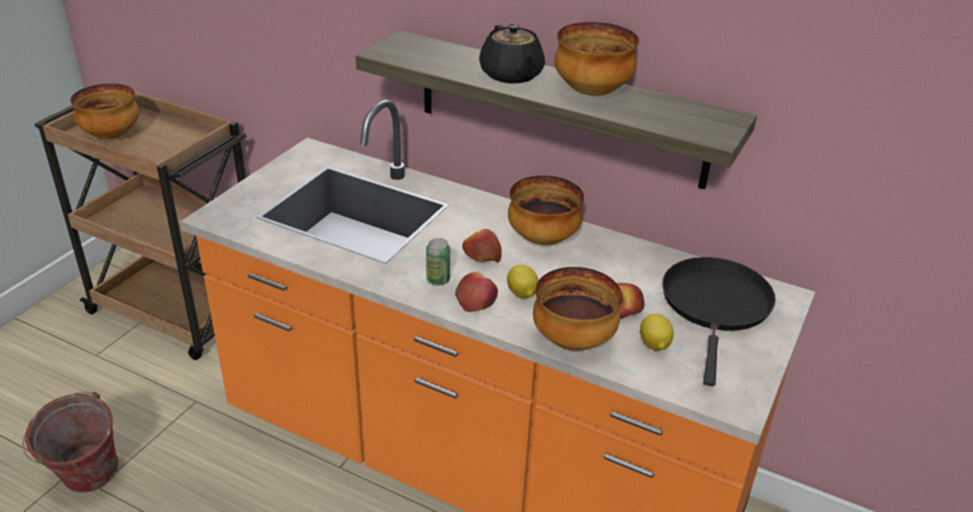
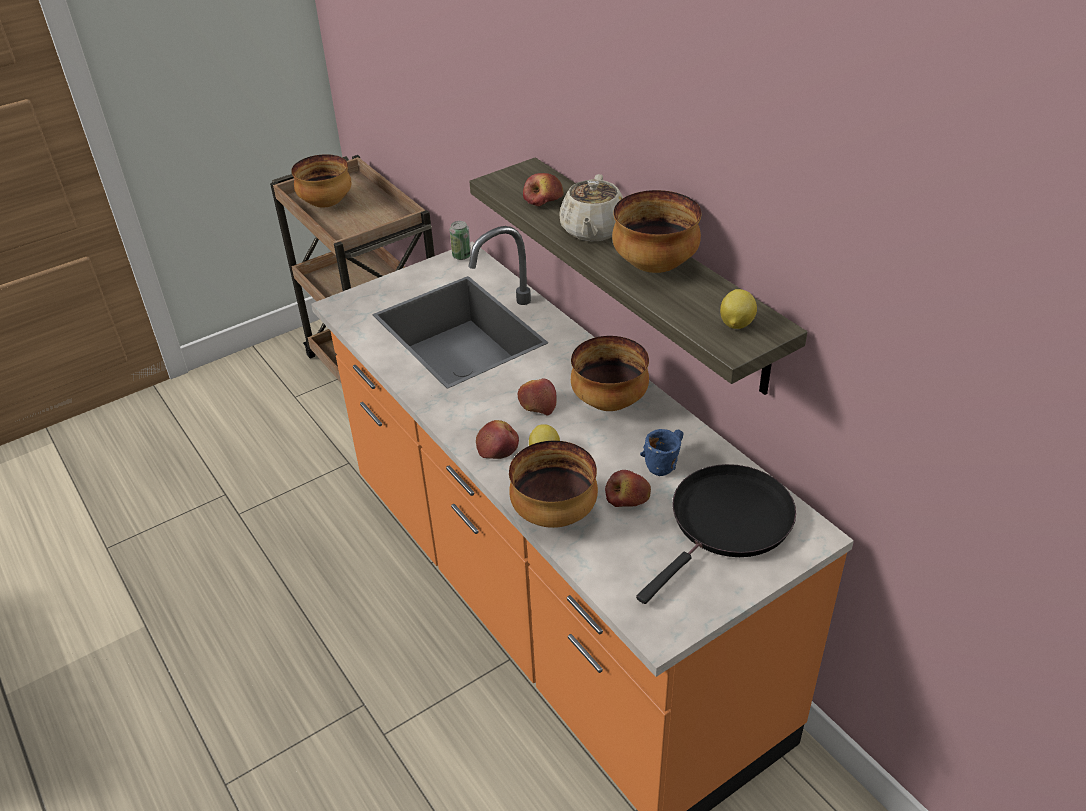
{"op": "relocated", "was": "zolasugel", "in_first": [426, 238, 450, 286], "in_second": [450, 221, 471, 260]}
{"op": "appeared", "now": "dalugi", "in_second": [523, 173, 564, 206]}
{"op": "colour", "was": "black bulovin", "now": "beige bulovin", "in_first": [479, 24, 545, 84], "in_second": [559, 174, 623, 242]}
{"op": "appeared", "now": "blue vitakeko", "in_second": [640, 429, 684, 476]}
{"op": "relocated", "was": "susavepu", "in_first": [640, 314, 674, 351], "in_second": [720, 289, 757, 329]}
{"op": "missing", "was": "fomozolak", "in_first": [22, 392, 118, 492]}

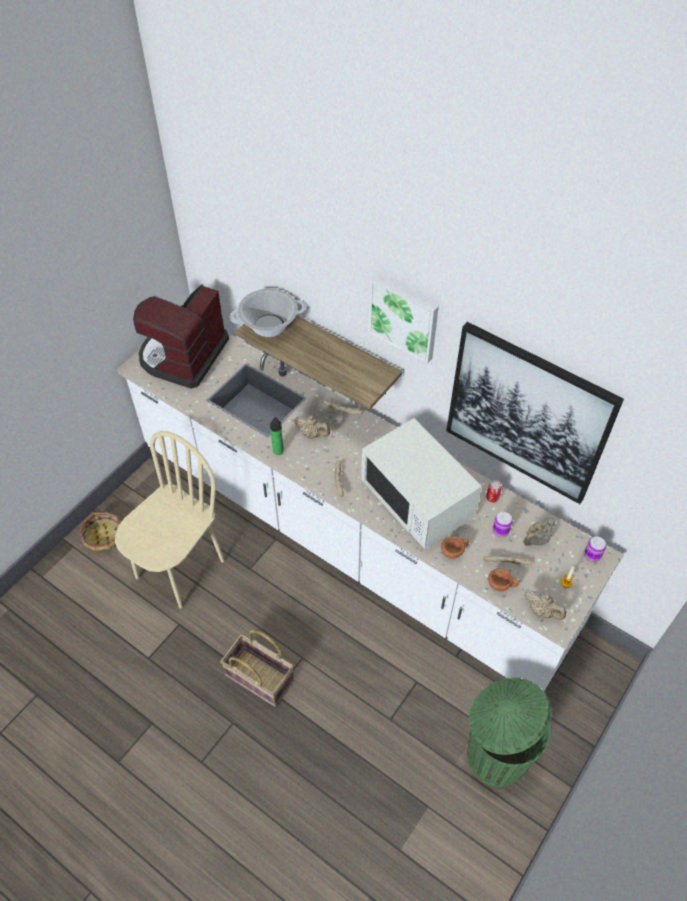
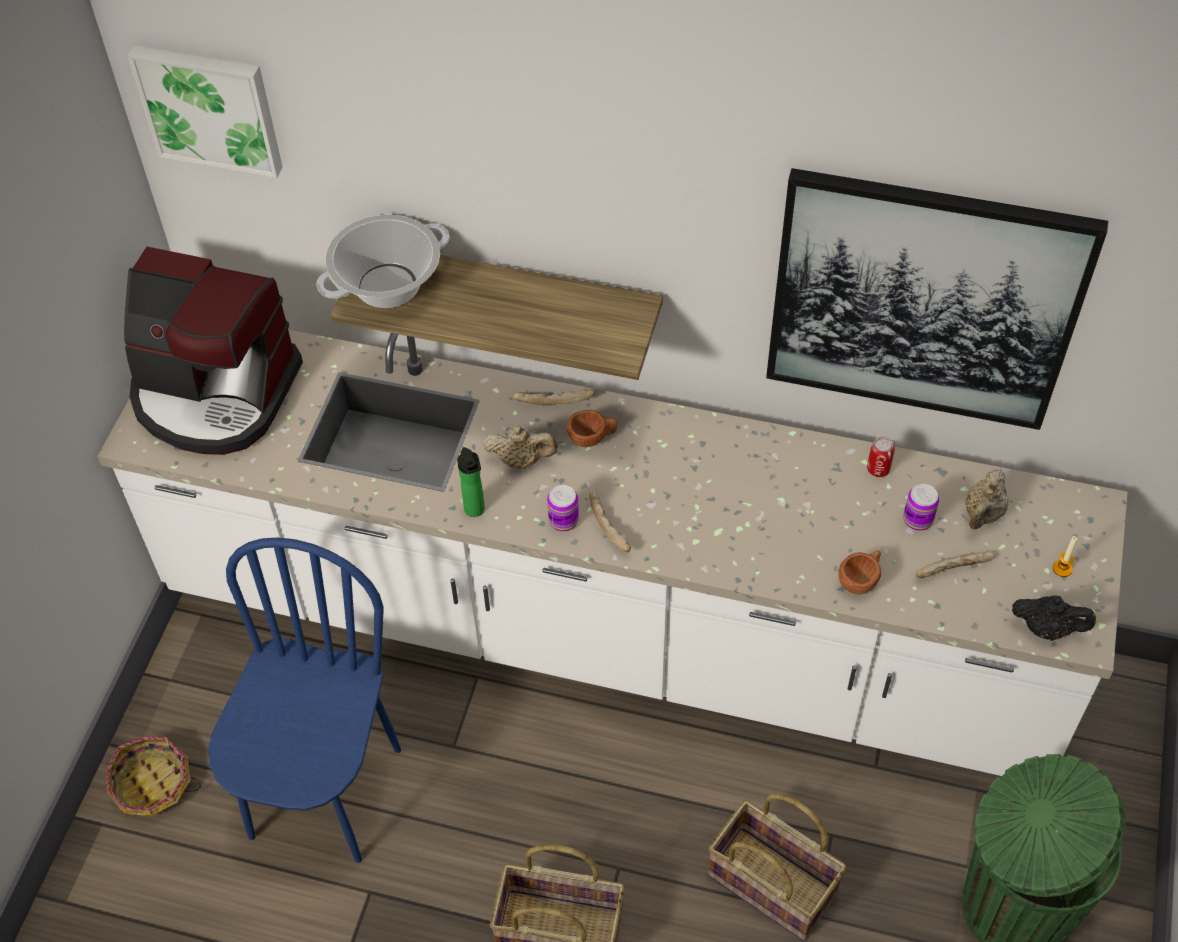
{"op": "spun", "was": "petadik", "in_first": [133, 285, 229, 389], "in_second": [124, 247, 303, 455], "clockwise": -75}
{"op": "relocated", "was": "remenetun", "in_first": [368, 275, 439, 364], "in_second": [127, 45, 283, 178]}
{"op": "colour", "was": "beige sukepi", "now": "blue sukepi", "in_first": [115, 431, 224, 608], "in_second": [209, 538, 401, 863]}
{"op": "relocated", "was": "zolasugel", "in_first": [584, 537, 606, 562], "in_second": [547, 485, 579, 531]}
{"op": "relocated", "was": "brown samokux", "in_first": [488, 568, 520, 591], "in_second": [567, 410, 618, 447]}
{"op": "appeared", "now": "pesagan", "in_second": [708, 793, 847, 941]}
{"op": "colour", "was": "beige bulovin", "now": "black bulovin", "in_first": [524, 590, 566, 620], "in_second": [1012, 596, 1096, 641]}
{"op": "missing", "was": "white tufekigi", "in_first": [361, 418, 482, 550]}

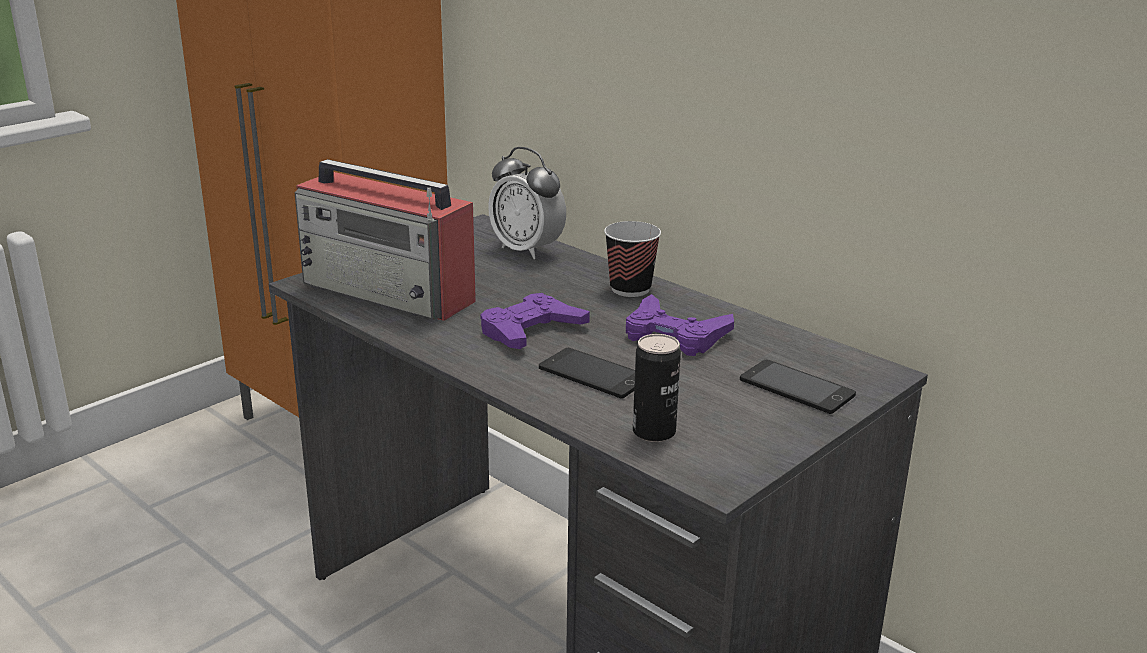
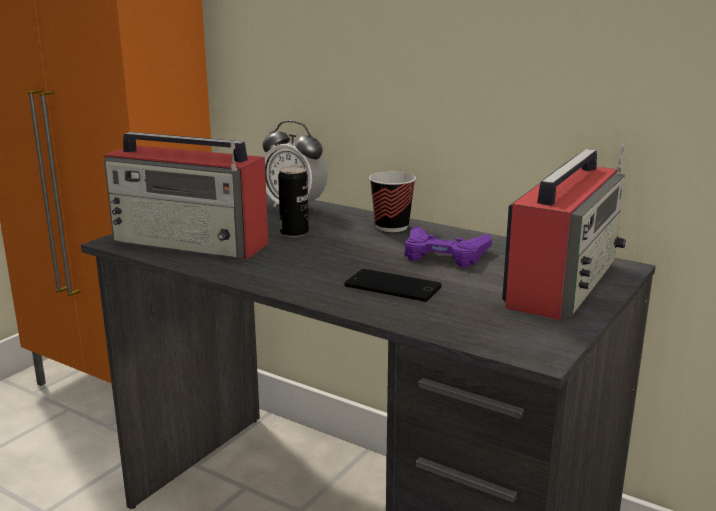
{"op": "relocated", "was": "zolasugel", "in_first": [633, 334, 681, 442], "in_second": [278, 166, 309, 237]}
{"op": "exchanged", "was": "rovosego", "now": "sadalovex", "in_first": [740, 359, 856, 414], "in_second": [502, 144, 626, 320]}
{"op": "missing", "was": "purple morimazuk", "in_first": [481, 293, 590, 349]}

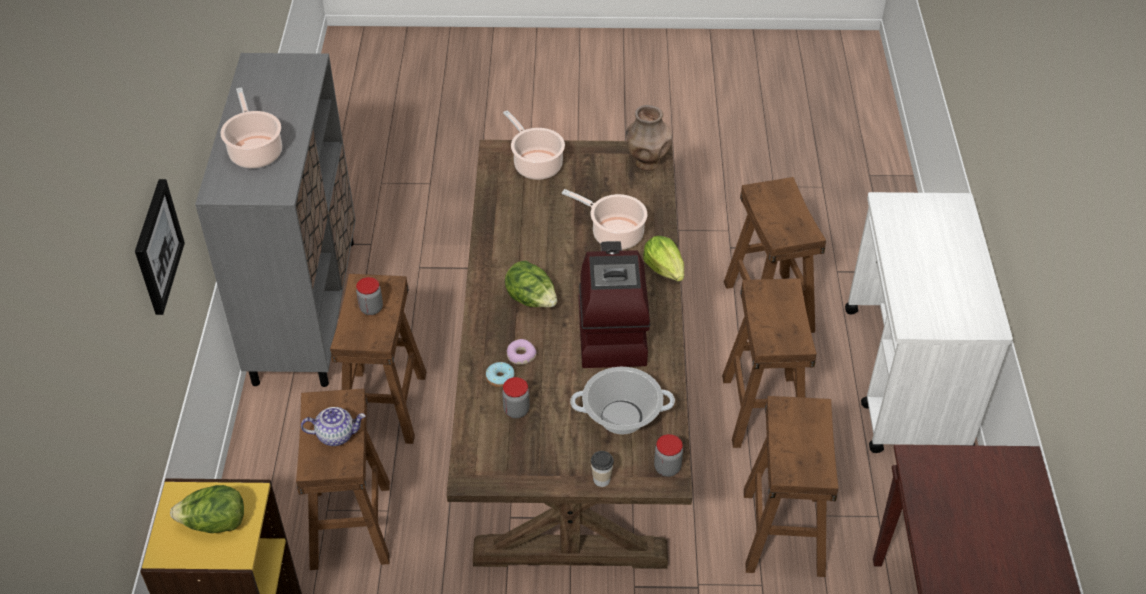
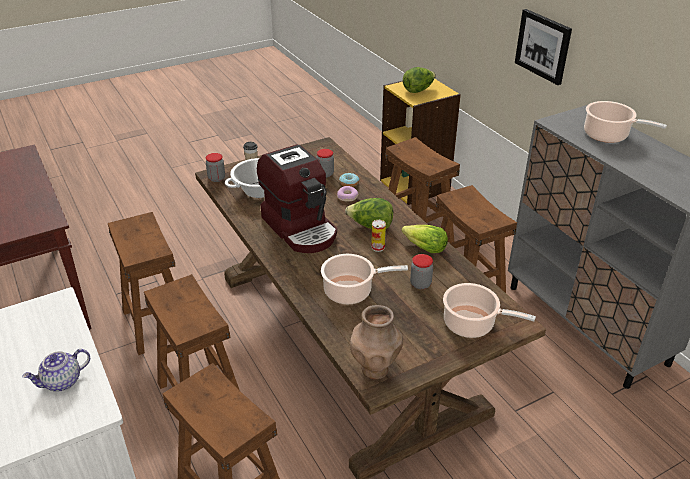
{"op": "relocated", "was": "bulovin", "in_first": [301, 407, 366, 446], "in_second": [22, 349, 90, 391]}
{"op": "appeared", "now": "zolasugel", "in_second": [371, 220, 386, 252]}
{"op": "relocated", "was": "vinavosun", "in_first": [643, 236, 684, 282], "in_second": [401, 225, 448, 253]}
{"op": "relocated", "was": "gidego", "in_first": [356, 277, 383, 315], "in_second": [410, 254, 433, 289]}

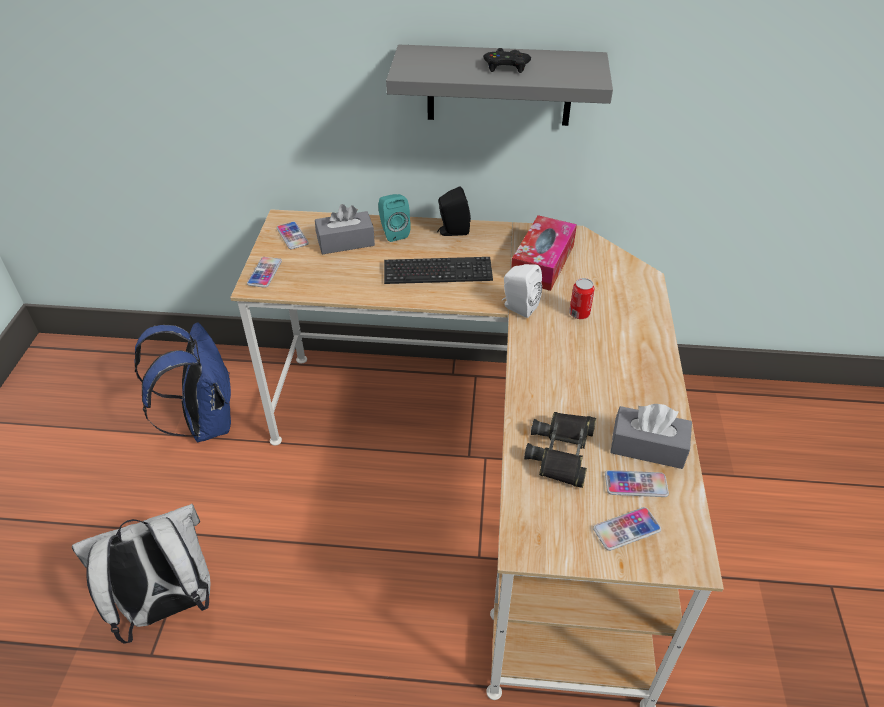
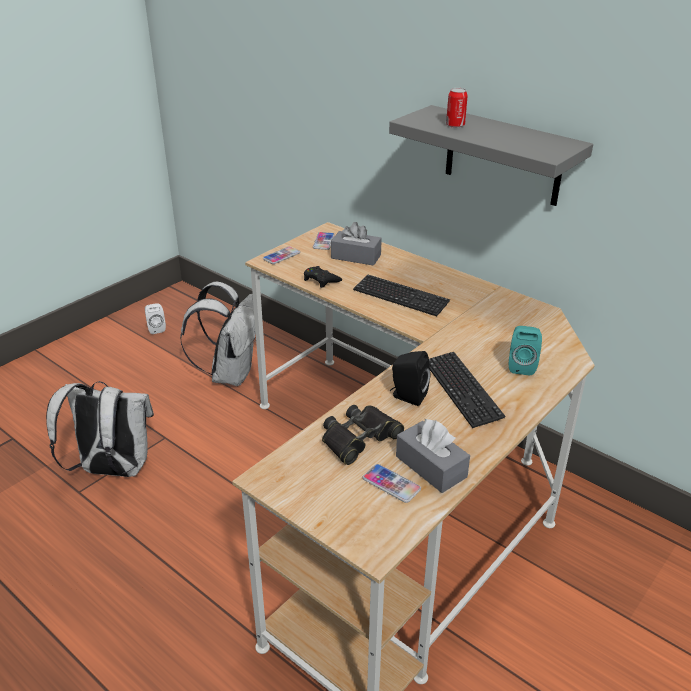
{"op": "relocated", "was": "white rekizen", "in_first": [502, 264, 542, 318], "in_second": [145, 303, 166, 334]}
{"op": "colour", "was": "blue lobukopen", "now": "white lobukopen", "in_first": [134, 322, 231, 443], "in_second": [180, 282, 256, 386]}
{"op": "relocated", "was": "black morimazuk", "in_first": [483, 48, 531, 73], "in_second": [304, 266, 342, 288]}
{"op": "relocated", "was": "black rekizen", "in_first": [437, 186, 471, 236], "in_second": [390, 351, 430, 406]}
{"op": "appeared", "now": "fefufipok", "in_second": [429, 352, 506, 428]}
{"op": "relocated", "was": "zolasugel", "in_first": [569, 278, 595, 319], "in_second": [446, 88, 468, 128]}
{"op": "relocated", "was": "turquoise rekizen", "in_first": [378, 194, 411, 242], "in_second": [509, 326, 542, 376]}
{"op": "missing", "was": "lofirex", "in_first": [511, 215, 577, 291]}
{"op": "missing", "was": "rovosego", "in_first": [593, 507, 661, 551]}

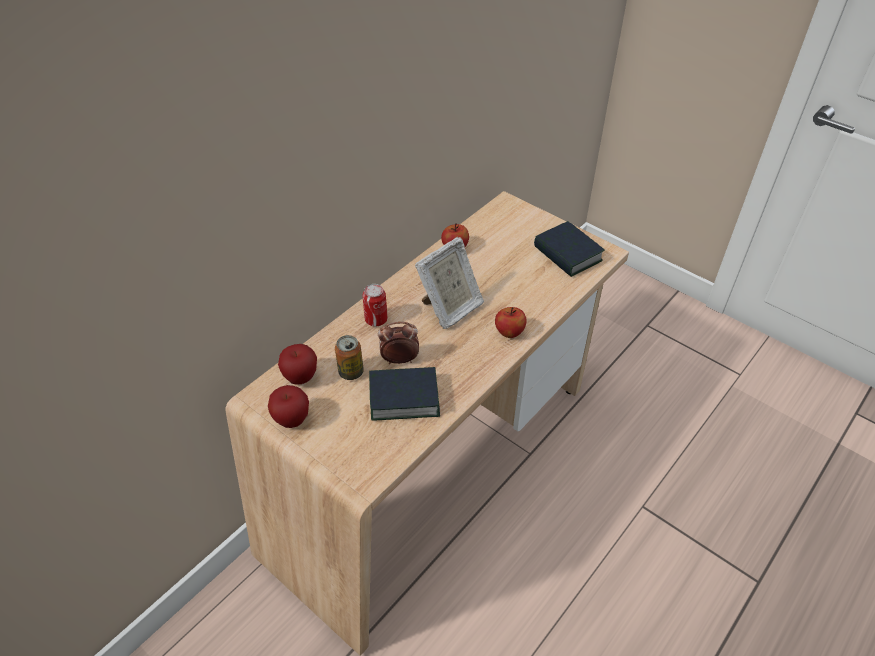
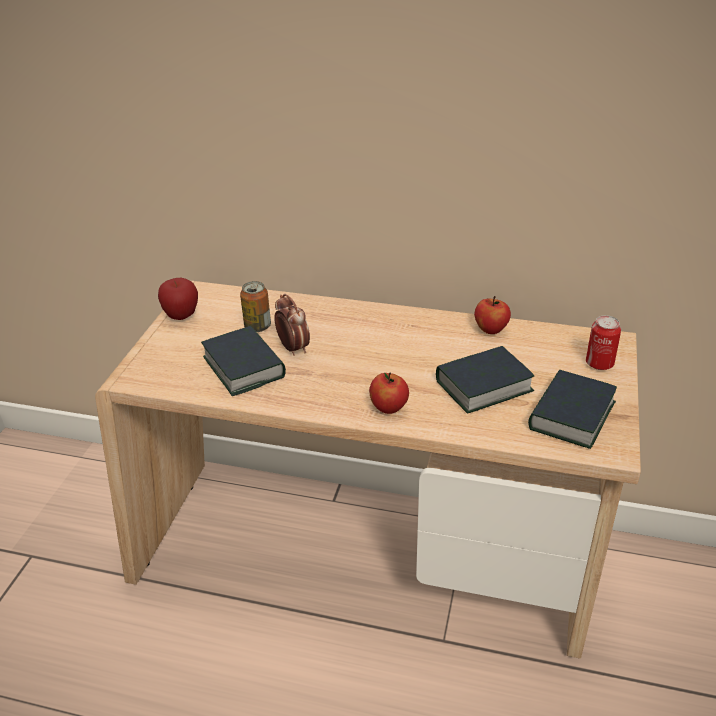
{"op": "appeared", "now": "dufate", "in_second": [436, 346, 534, 413]}
{"op": "relocated", "was": "zolasugel", "in_first": [363, 284, 387, 326], "in_second": [586, 315, 621, 370]}
{"op": "missing", "was": "dalugi", "in_first": [278, 344, 317, 385]}
{"op": "missing", "was": "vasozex", "in_first": [415, 237, 484, 329]}

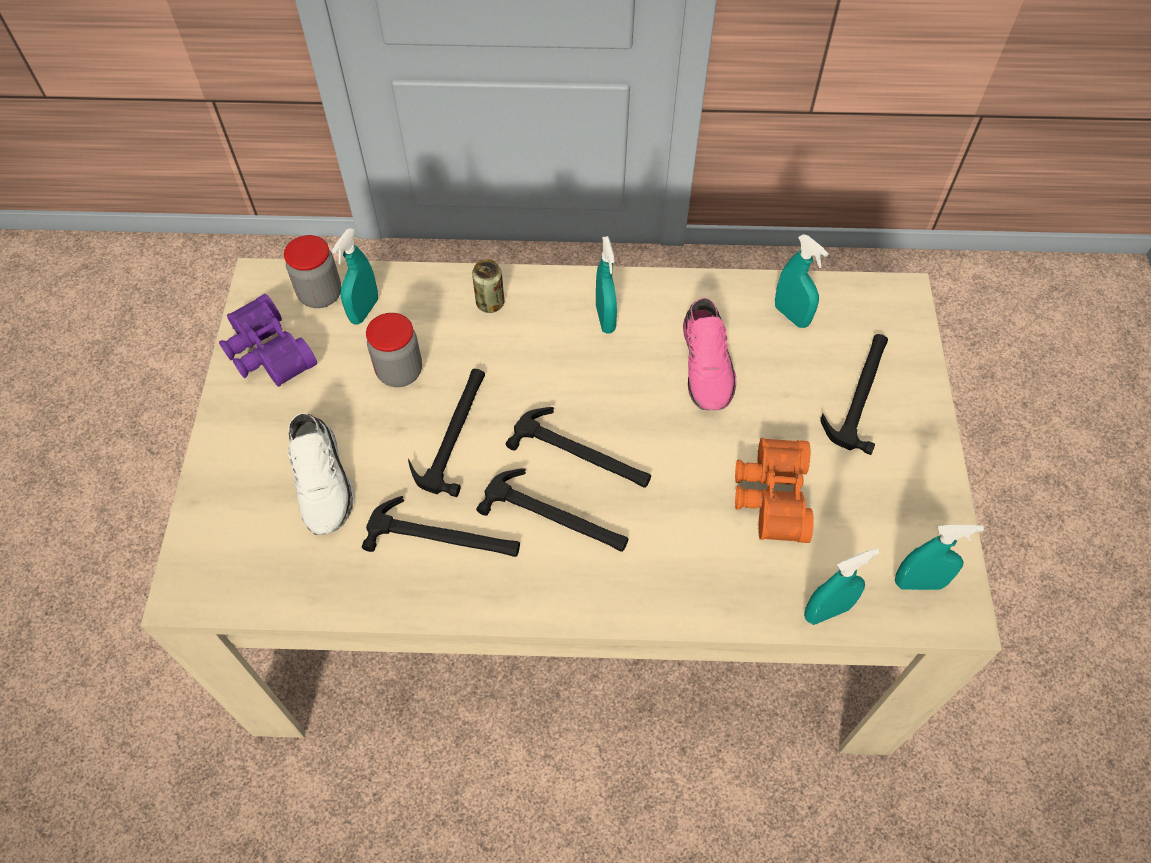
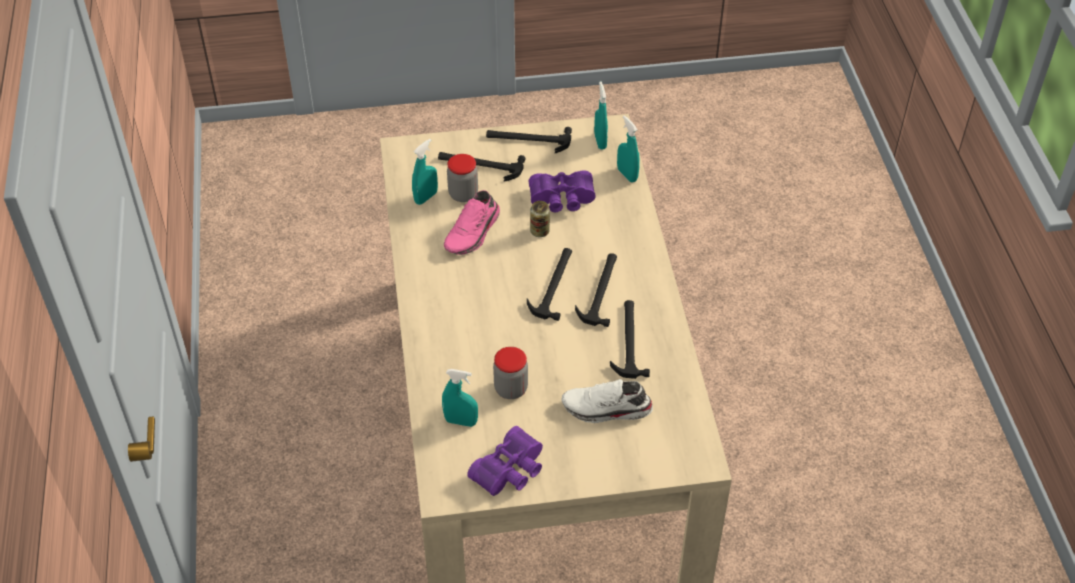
{"op": "spun", "was": "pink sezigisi", "in_first": [683, 298, 736, 411], "in_second": [444, 190, 500, 255], "clockwise": 135}
{"op": "relocated", "was": "gidego", "in_first": [284, 235, 341, 308], "in_second": [447, 154, 478, 202]}
{"op": "relocated", "was": "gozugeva", "in_first": [408, 369, 485, 497], "in_second": [486, 127, 572, 153]}
{"op": "colour", "was": "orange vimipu", "now": "purple vimipu", "in_first": [735, 438, 814, 543], "in_second": [529, 171, 596, 212]}
{"op": "relocated", "was": "zolasugel", "in_first": [472, 259, 504, 313], "in_second": [530, 201, 550, 237]}
{"op": "spun", "was": "white sezigisi", "in_first": [287, 413, 354, 535], "in_second": [561, 379, 653, 423], "clockwise": -150}
{"op": "missing", "was": "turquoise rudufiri", "in_first": [596, 236, 617, 334]}

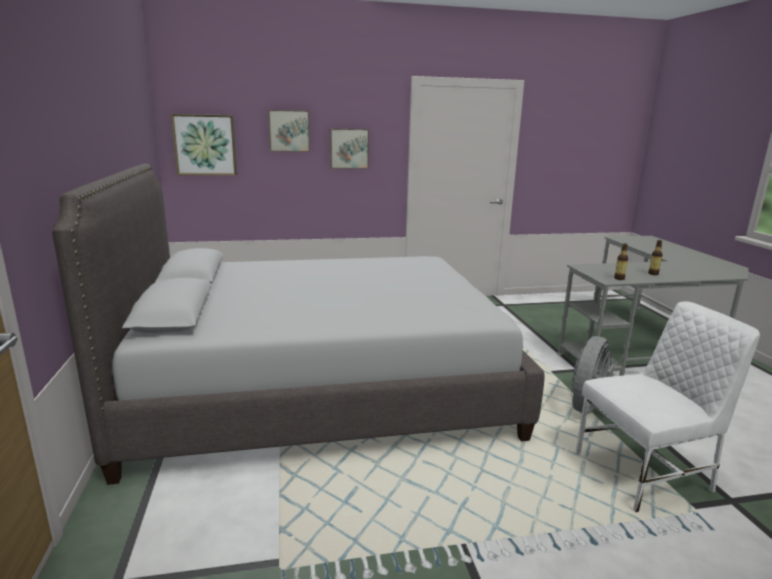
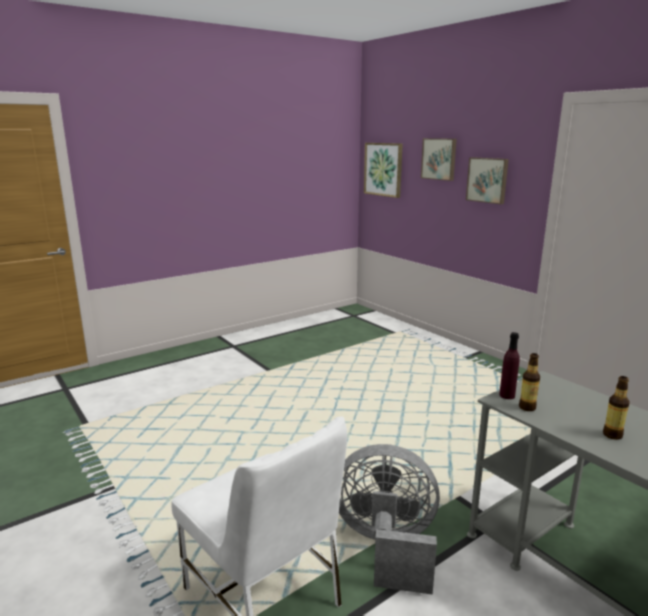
{"op": "appeared", "now": "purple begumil", "in_second": [499, 332, 520, 399]}
{"op": "missing", "was": "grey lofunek", "in_first": [52, 164, 545, 485]}

